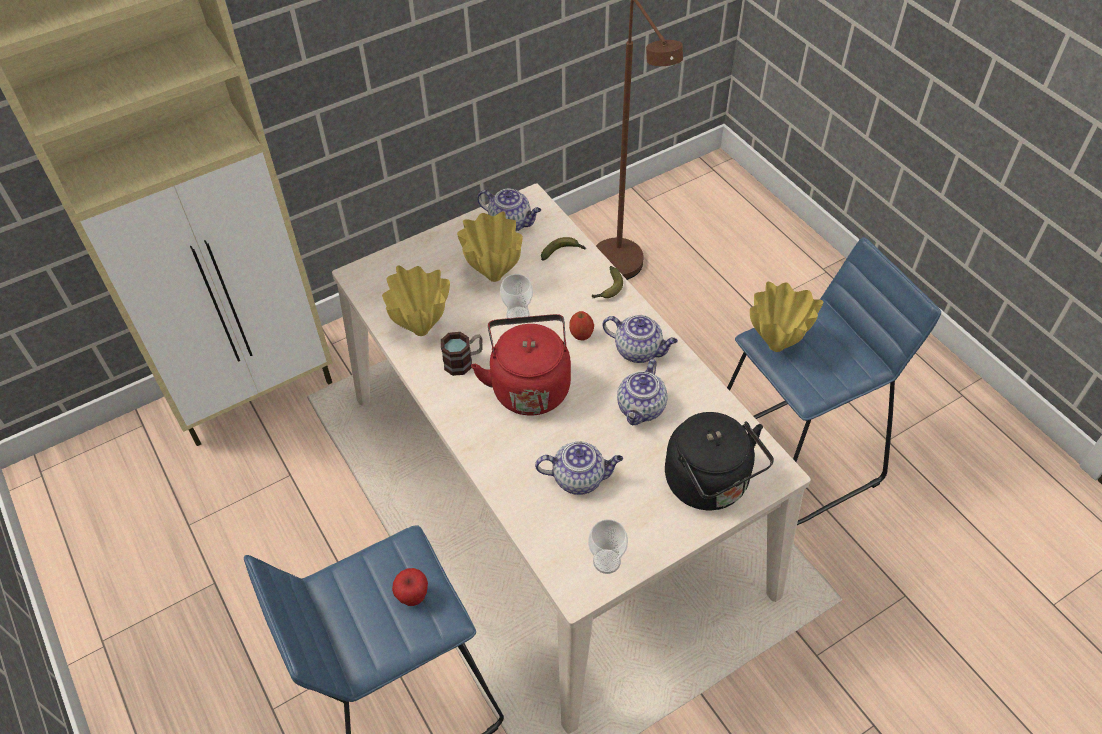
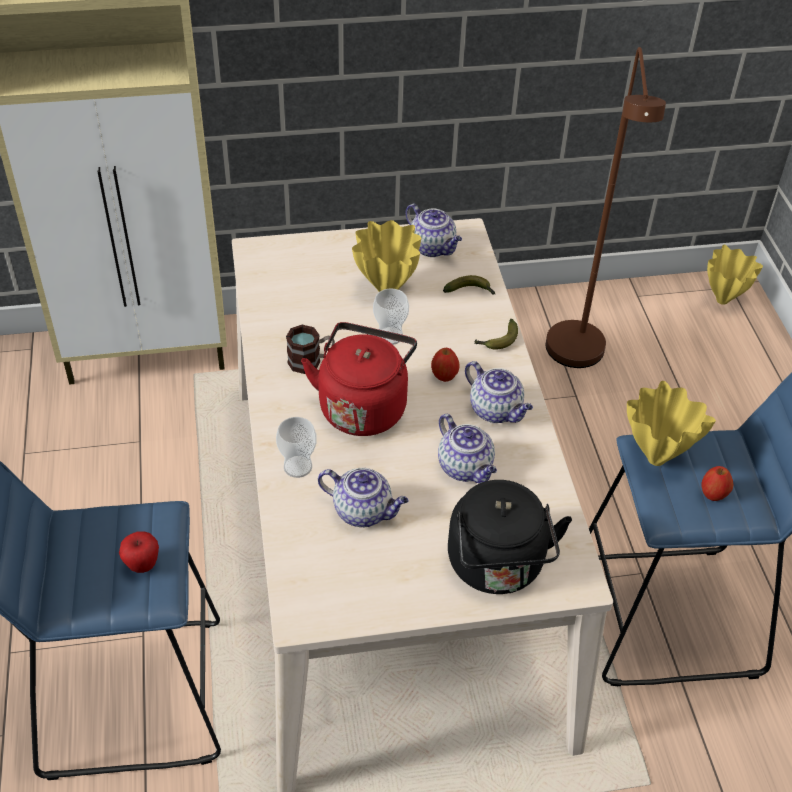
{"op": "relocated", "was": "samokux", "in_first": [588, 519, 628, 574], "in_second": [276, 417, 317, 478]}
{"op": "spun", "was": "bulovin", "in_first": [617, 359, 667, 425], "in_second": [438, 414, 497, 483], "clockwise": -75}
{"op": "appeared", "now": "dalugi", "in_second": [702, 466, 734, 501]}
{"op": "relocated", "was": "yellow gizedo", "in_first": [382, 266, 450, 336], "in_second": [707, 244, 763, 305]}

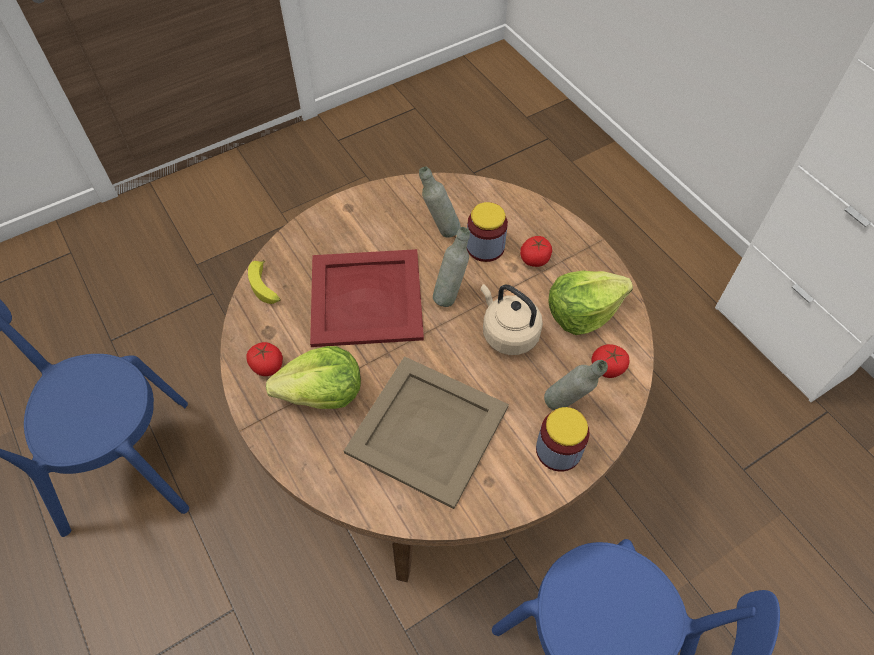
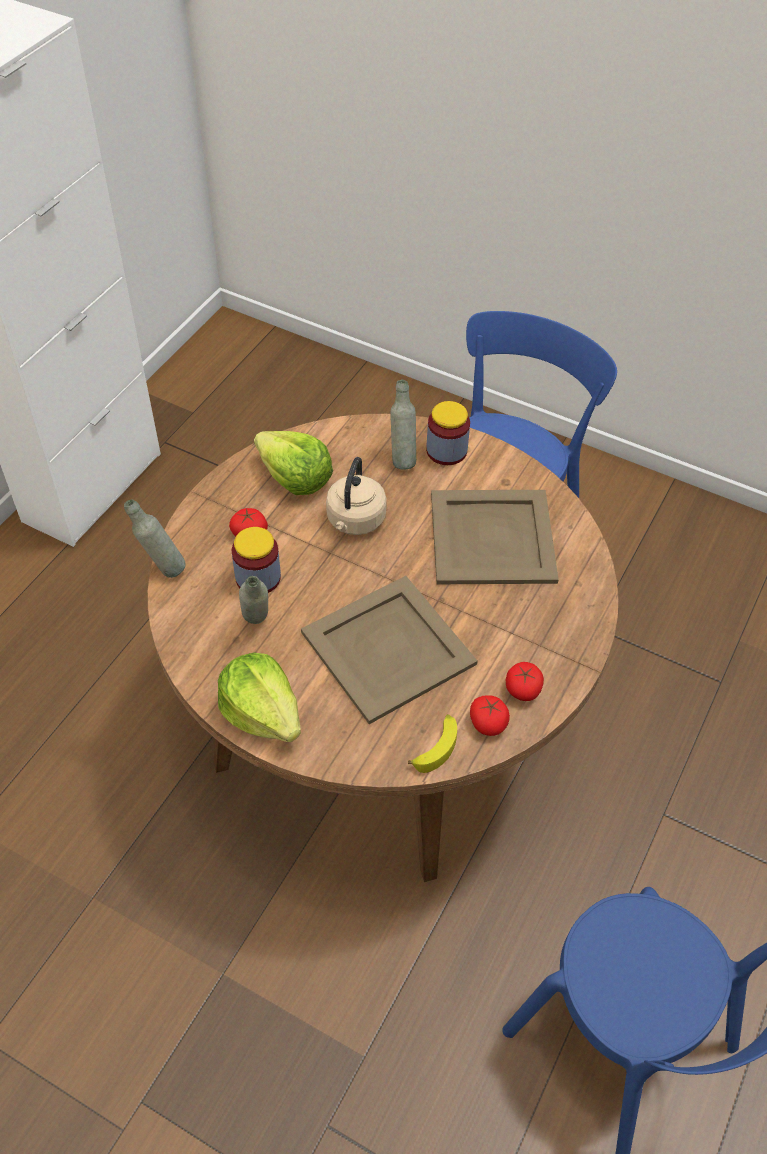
{"op": "relocated", "was": "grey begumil", "in_first": [433, 227, 470, 307], "in_second": [124, 499, 186, 578]}
{"op": "relocated", "was": "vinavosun", "in_first": [266, 346, 361, 409], "in_second": [218, 653, 301, 742]}
{"op": "colour", "was": "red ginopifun", "now": "beige ginopifun", "in_first": [310, 249, 424, 347], "in_second": [301, 576, 478, 724]}
{"op": "relocated", "was": "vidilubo", "in_first": [591, 344, 629, 378], "in_second": [470, 695, 510, 736]}

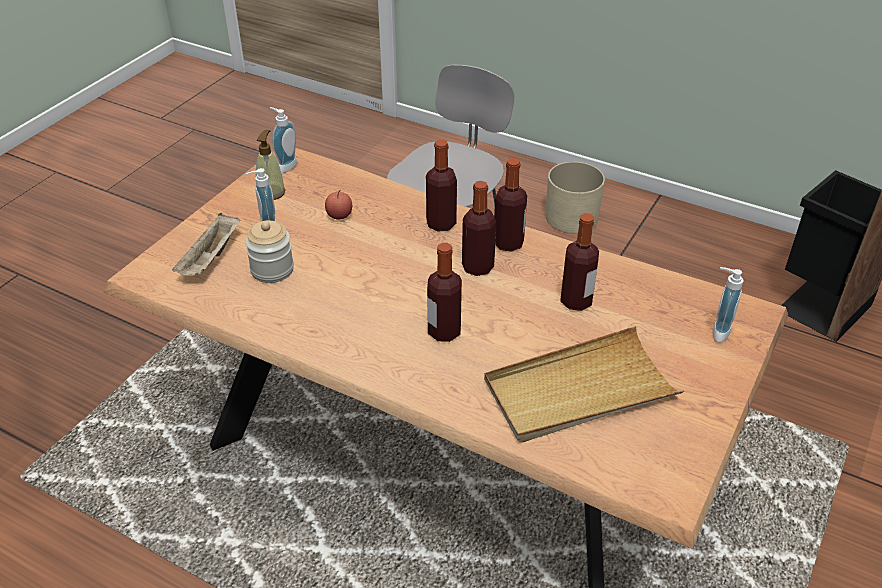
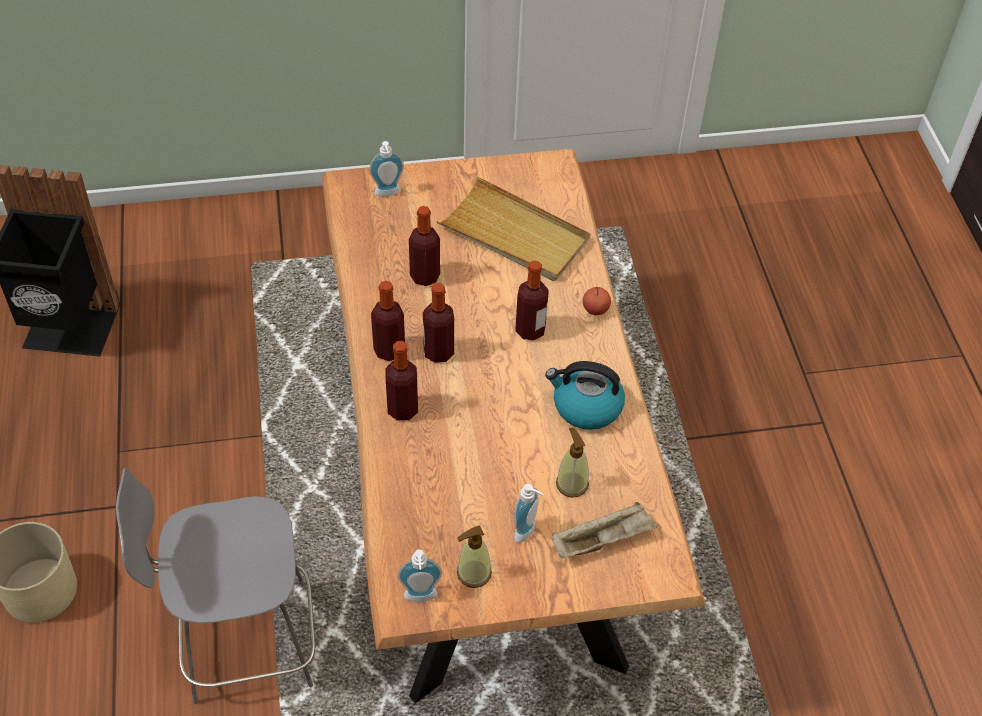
{"op": "appeared", "now": "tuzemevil", "in_second": [545, 361, 625, 430]}
{"op": "exchanged", "was": "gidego", "now": "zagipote", "in_first": [245, 220, 294, 283], "in_second": [556, 427, 589, 498]}
{"op": "relocated", "was": "dalugi", "in_first": [325, 190, 352, 220], "in_second": [583, 287, 611, 315]}

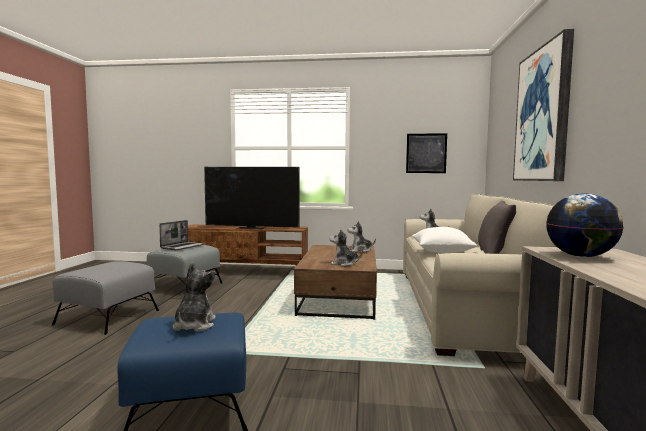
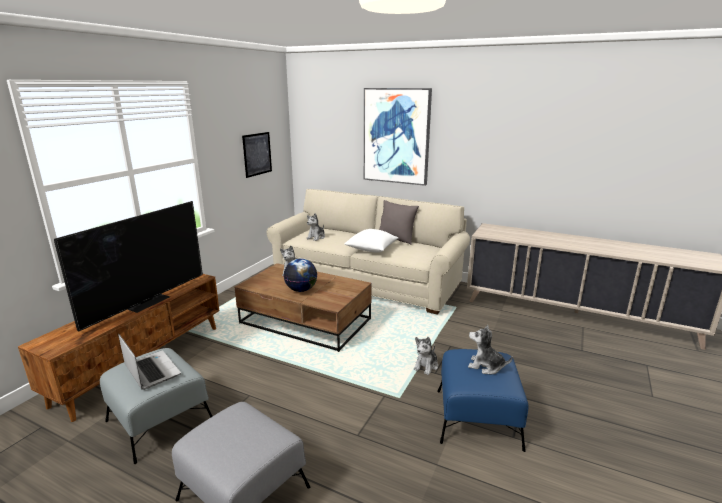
{"op": "relocated", "was": "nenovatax", "in_first": [546, 193, 624, 257], "in_second": [284, 258, 317, 292]}
{"op": "relocated", "was": "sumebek", "in_first": [329, 229, 363, 266], "in_second": [413, 337, 438, 375]}

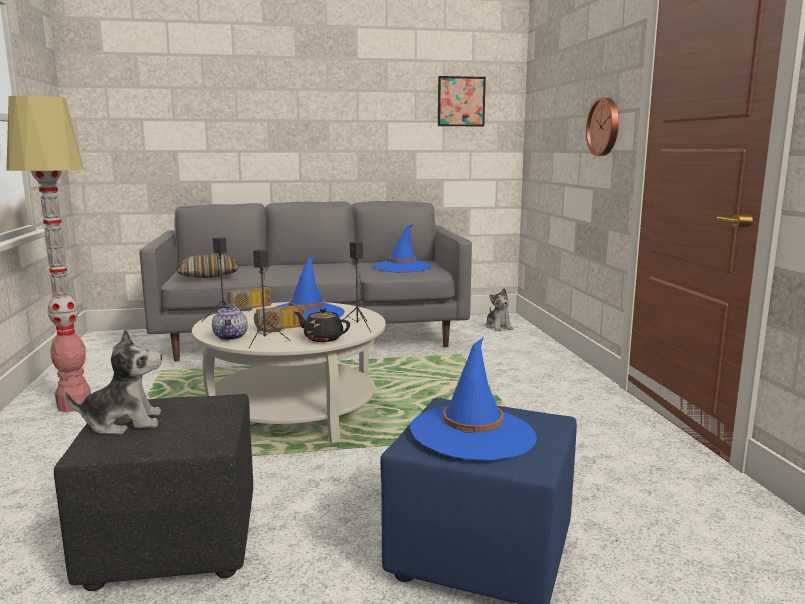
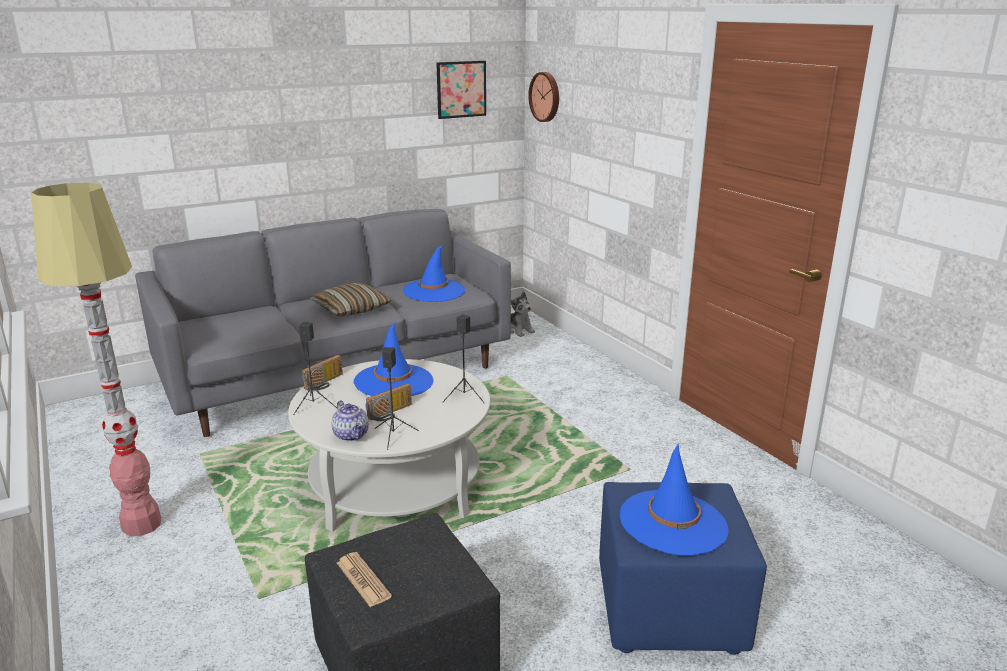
{"op": "relocated", "was": "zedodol", "in_first": [177, 254, 239, 278], "in_second": [310, 283, 391, 316]}
{"op": "exchanged", "was": "sumebek", "now": "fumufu", "in_first": [65, 329, 162, 435], "in_second": [337, 552, 392, 607]}
{"op": "relocated", "was": "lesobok", "in_first": [586, 98, 619, 156], "in_second": [528, 72, 559, 122]}
{"op": "missing", "was": "black bulovin", "in_first": [295, 308, 350, 342]}

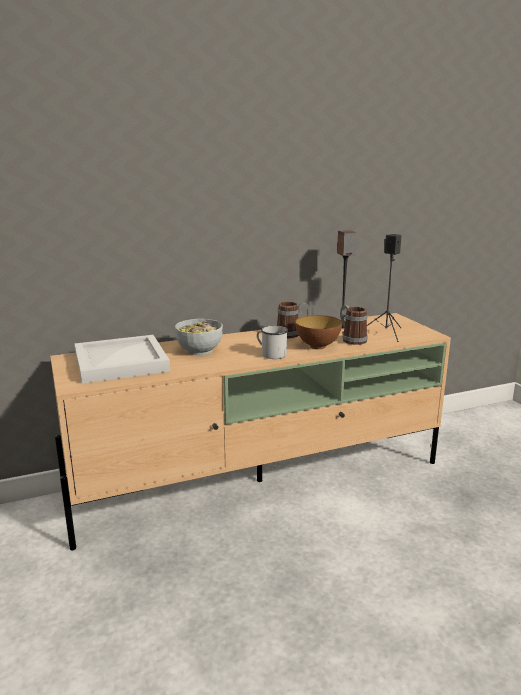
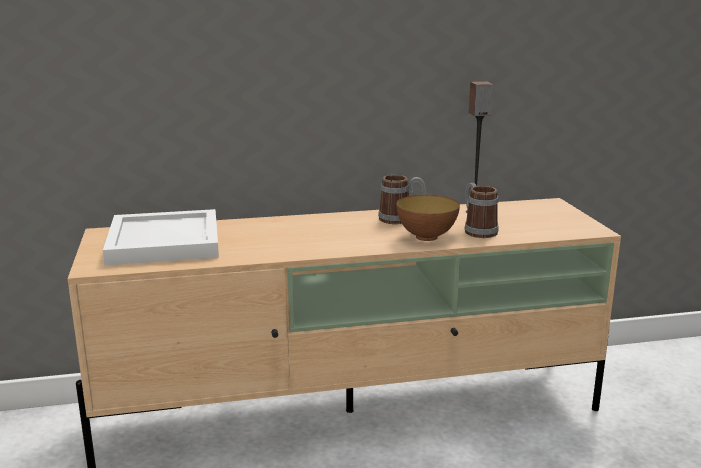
{"op": "missing", "was": "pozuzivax", "in_first": [175, 319, 223, 355]}
{"op": "missing", "was": "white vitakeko", "in_first": [257, 325, 288, 359]}
{"op": "missing", "was": "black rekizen", "in_first": [367, 234, 402, 342]}

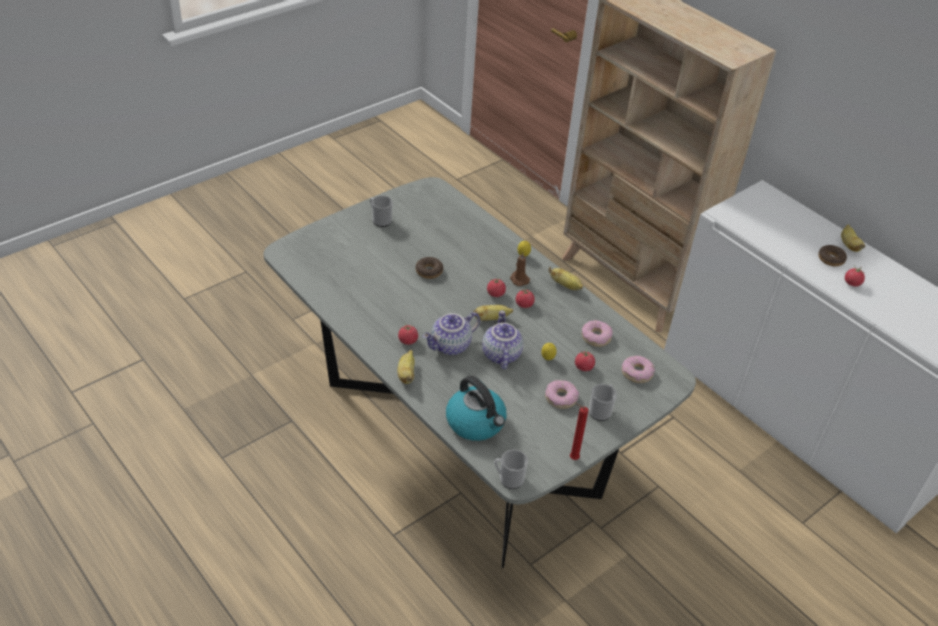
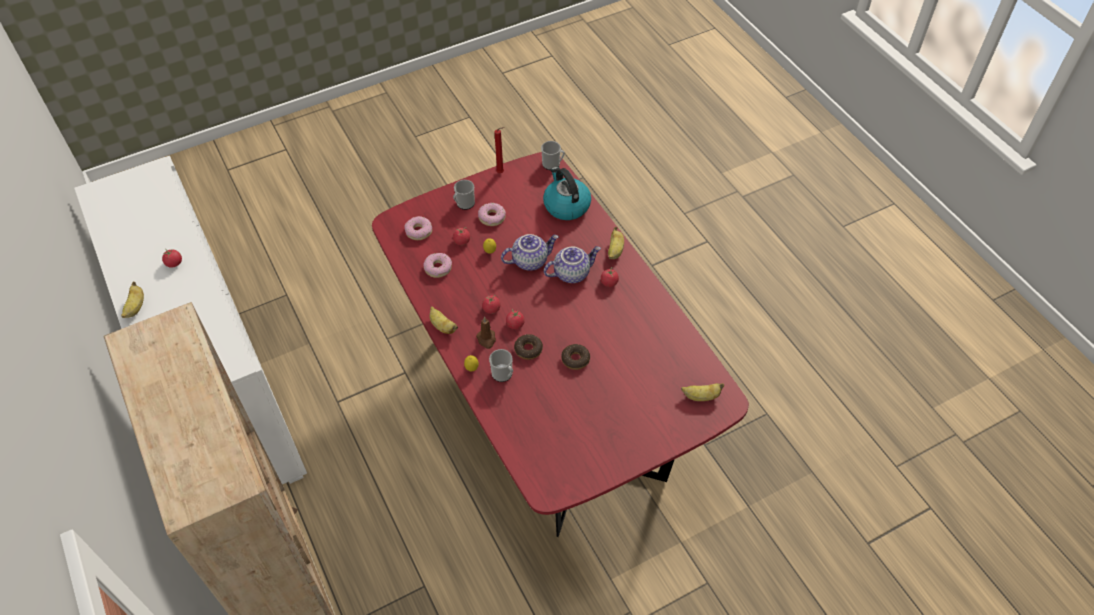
{"op": "colour", "was": "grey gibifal", "now": "red gibifal", "in_first": [263, 177, 696, 568], "in_second": [372, 152, 749, 537]}
{"op": "relocated", "was": "vitakeko", "in_first": [370, 196, 393, 227], "in_second": [489, 349, 513, 382]}
{"op": "spun", "was": "bulovin", "in_first": [482, 310, 523, 369], "in_second": [501, 234, 559, 271], "clockwise": -120}
{"op": "relocated", "was": "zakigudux", "in_first": [818, 245, 847, 266], "in_second": [514, 334, 543, 360]}
{"op": "relocated", "was": "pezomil", "in_first": [473, 305, 513, 321], "in_second": [681, 383, 724, 401]}

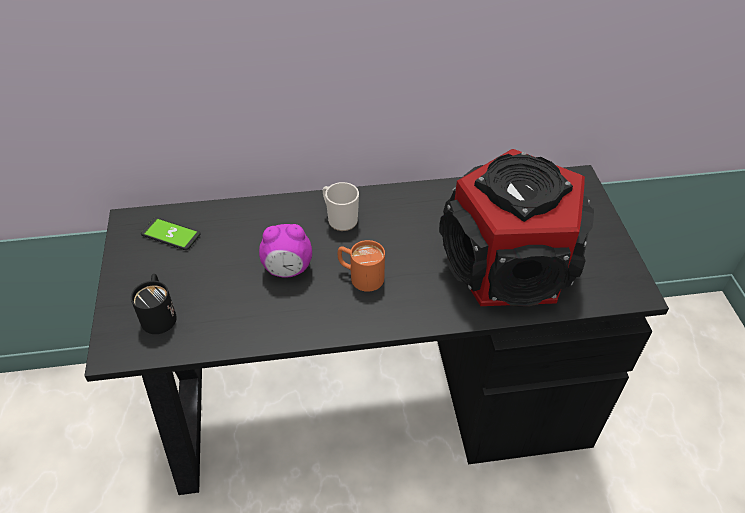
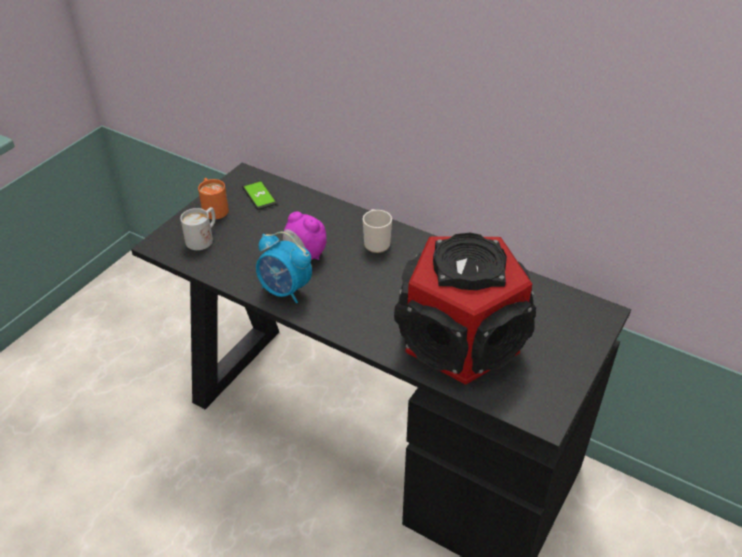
{"op": "colour", "was": "black vitakeko", "now": "white vitakeko", "in_first": [131, 274, 177, 334], "in_second": [180, 207, 216, 250]}
{"op": "relocated", "was": "orange vitakeko", "in_first": [338, 240, 385, 292], "in_second": [198, 178, 229, 219]}
{"op": "appeared", "now": "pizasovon", "in_second": [256, 232, 312, 303]}

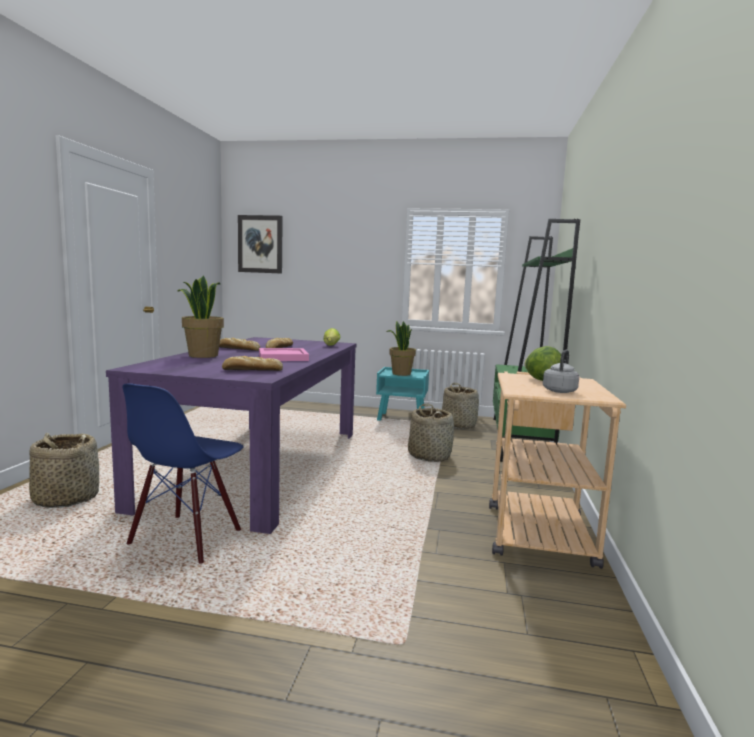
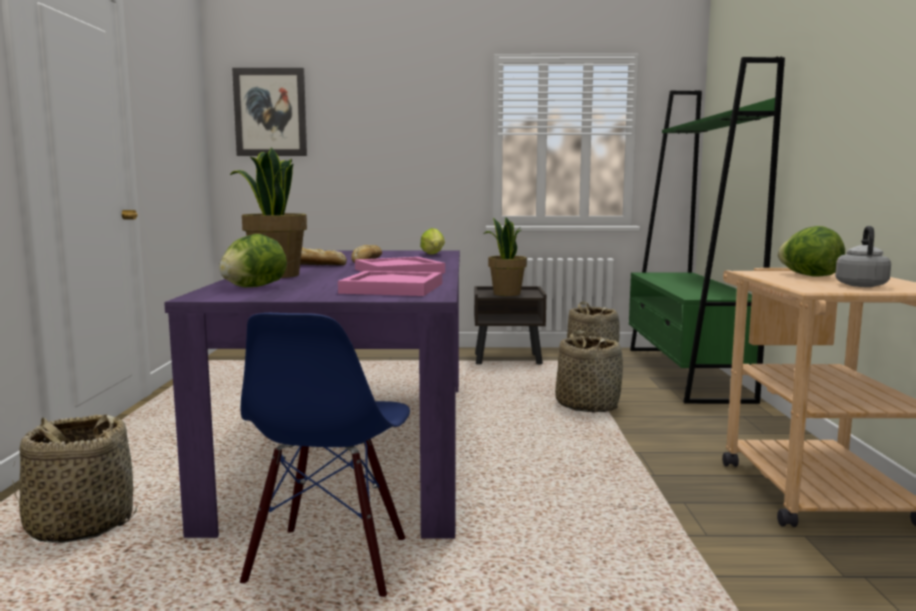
{"op": "appeared", "now": "vinavosun", "in_second": [219, 234, 287, 287]}
{"op": "exchanged", "was": "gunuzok", "now": "pink ginopifun", "in_first": [222, 356, 283, 371], "in_second": [338, 271, 442, 296]}
{"op": "colour", "was": "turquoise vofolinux", "now": "brown vofolinux", "in_first": [376, 367, 429, 421], "in_second": [474, 286, 546, 364]}

